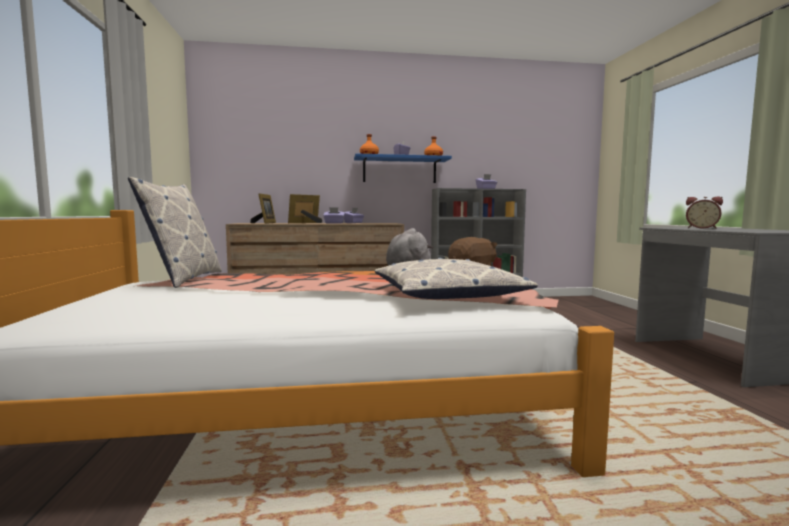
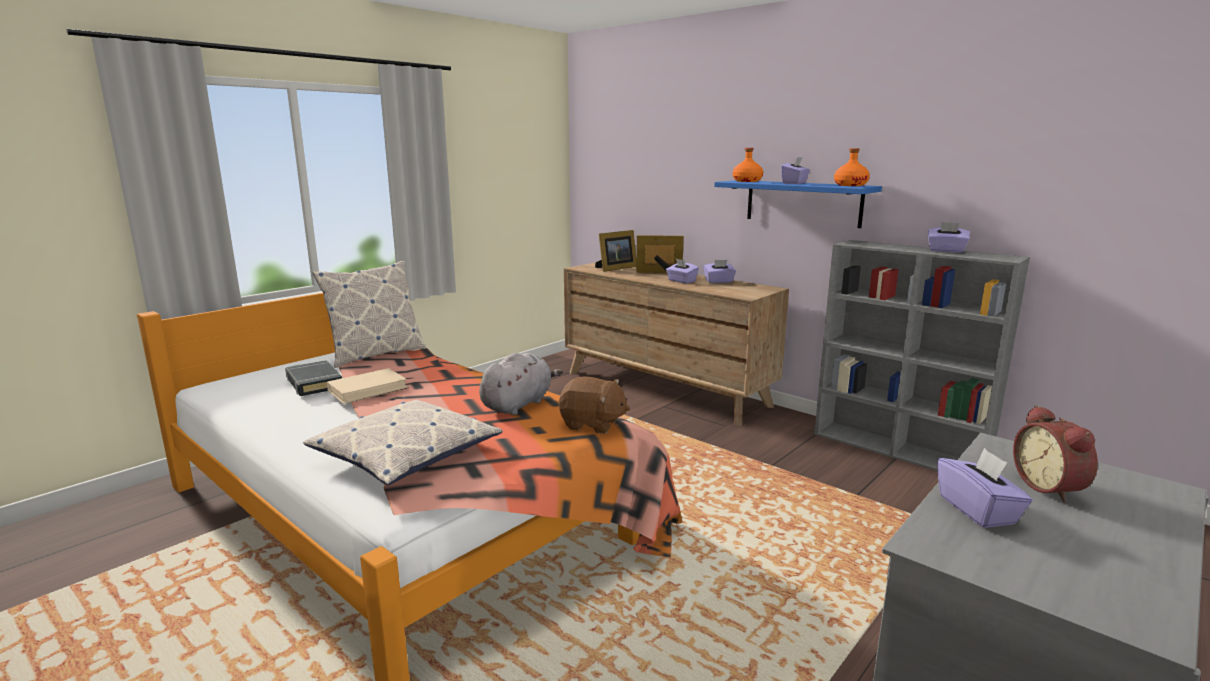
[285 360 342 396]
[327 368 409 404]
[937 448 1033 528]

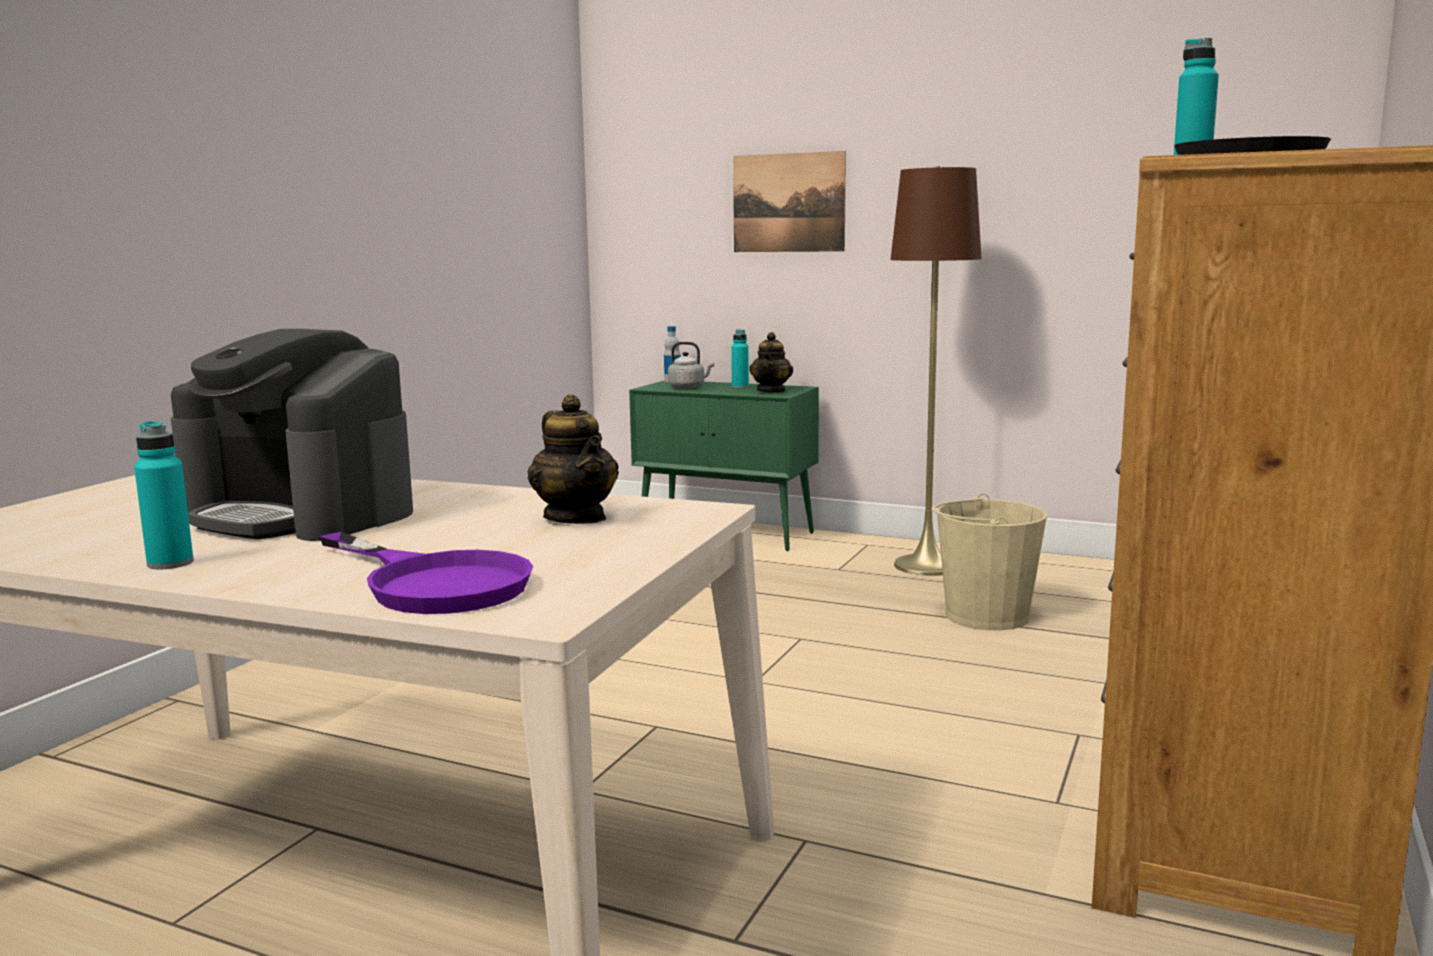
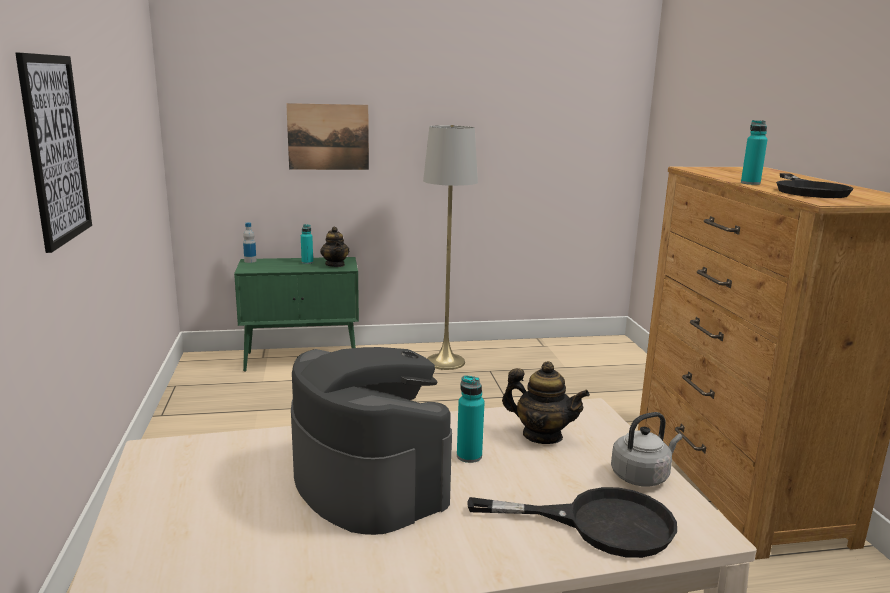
[457 375 485 463]
[291 347 452 535]
[467 487 677 558]
[611 412 682 487]
[423 125 478 370]
[933 493 1047 630] (first image)
[15 53 92 253]

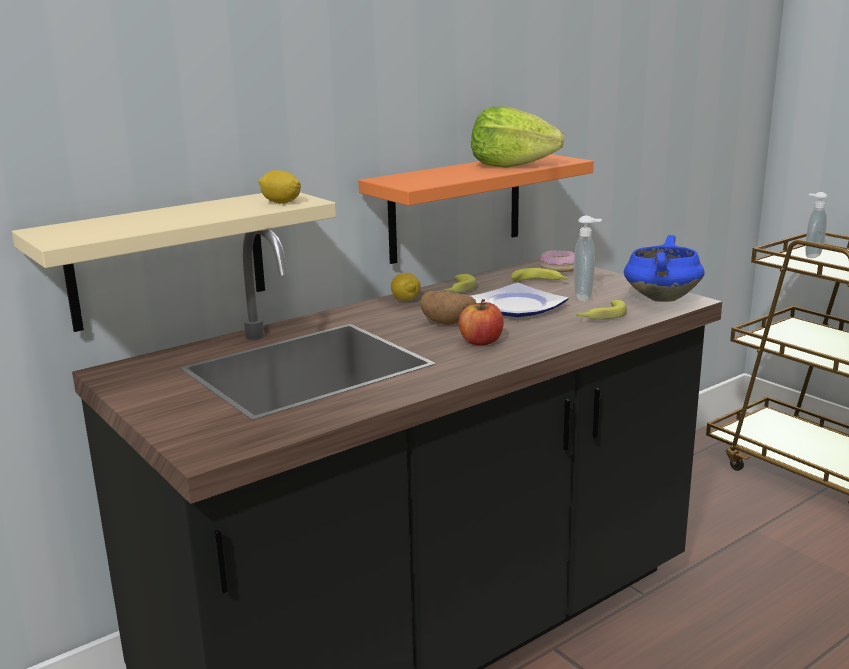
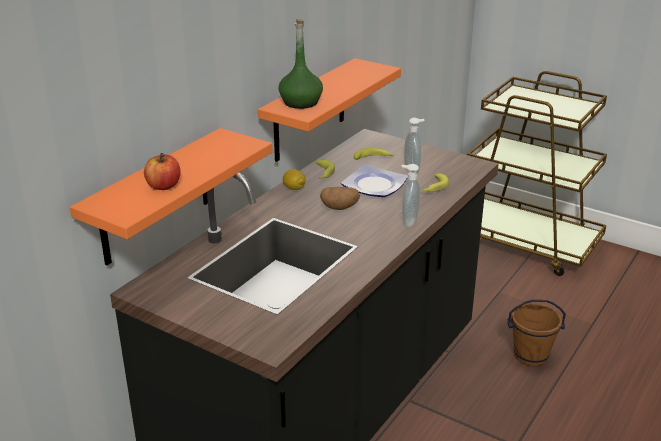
[70 128 273 266]
[258 170 301 204] (first image)
[144 153 181 190]
[471 107 564 168] (first image)
[539 250 575 272] (first image)
[624 235 704 302] (first image)
[401 164 420 227]
[279 19 323 109]
[507 299 566 366]

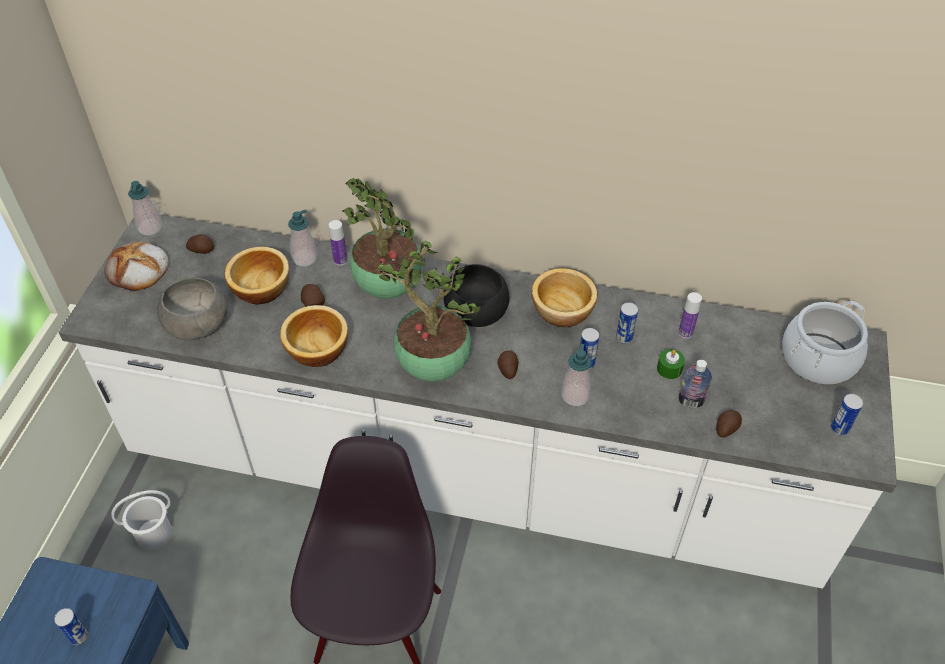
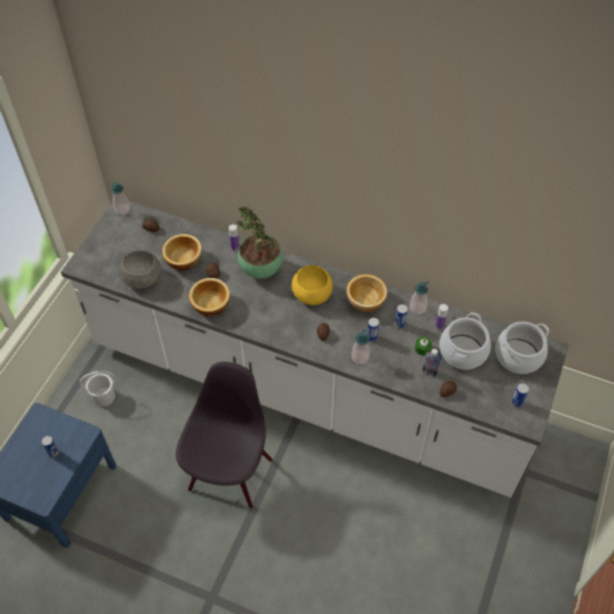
[104 242 169 291] (first image)
[409 281 429 315]
[378 241 482 382] (first image)
[292 265 333 305]
[439 312 491 370]

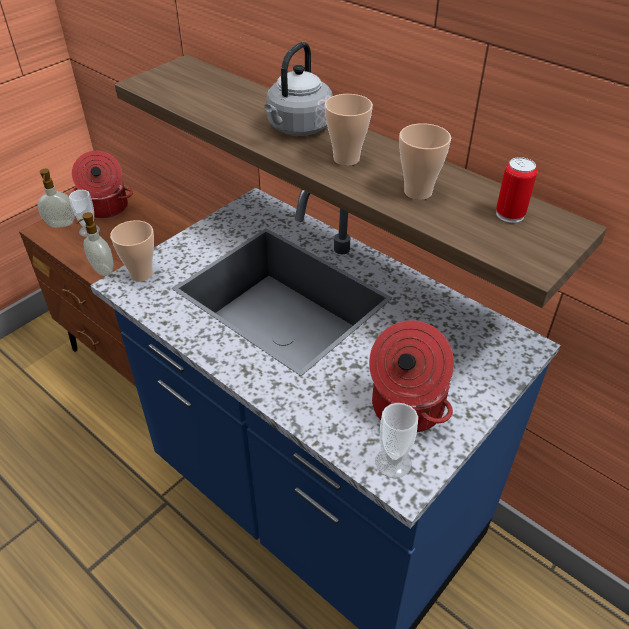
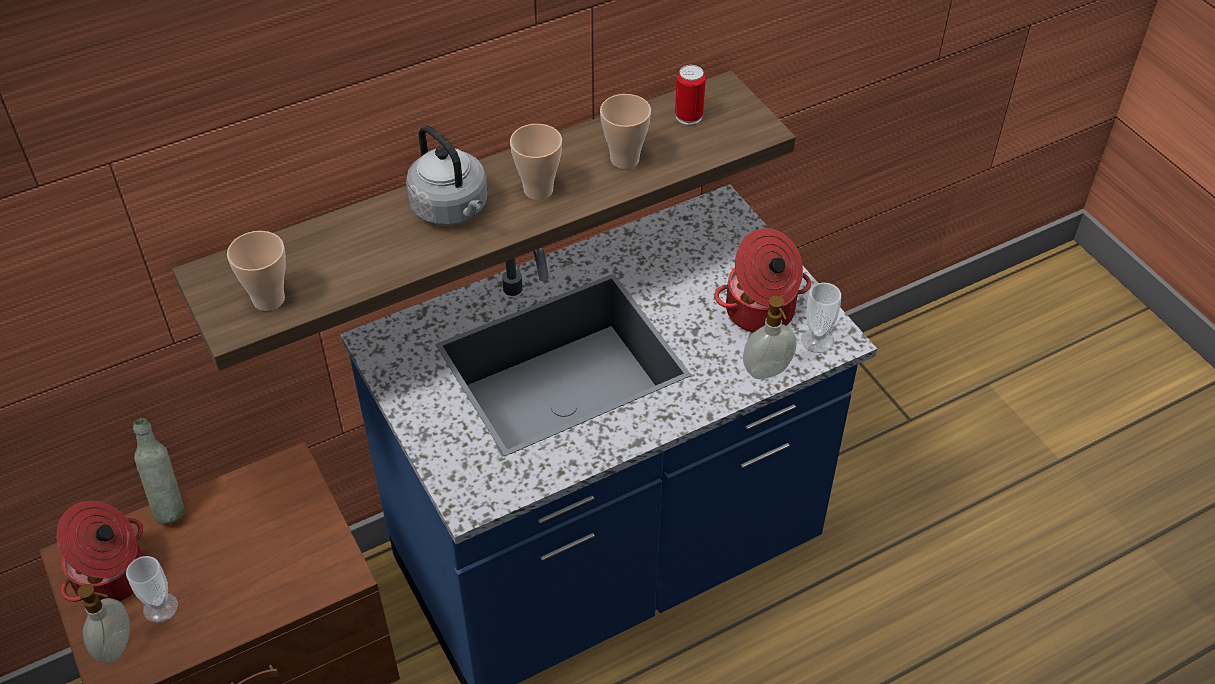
[743 296 796 379]
[227 231 286 311]
[133 418 184 524]

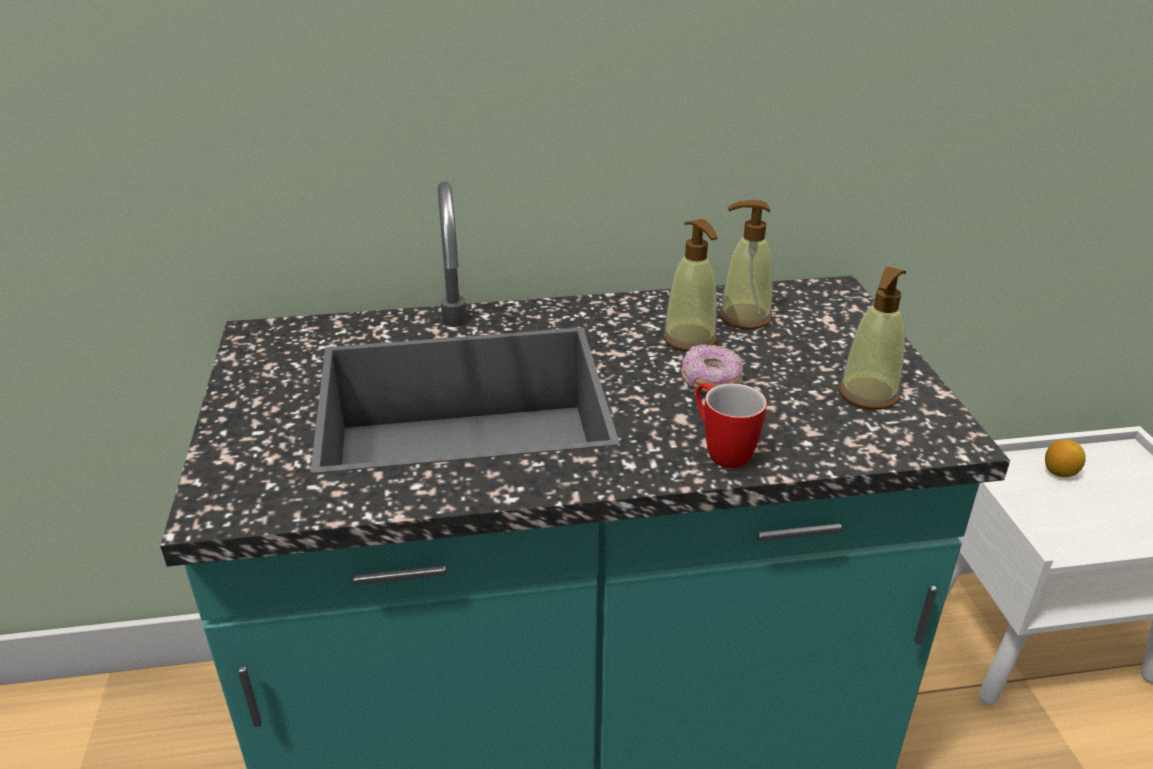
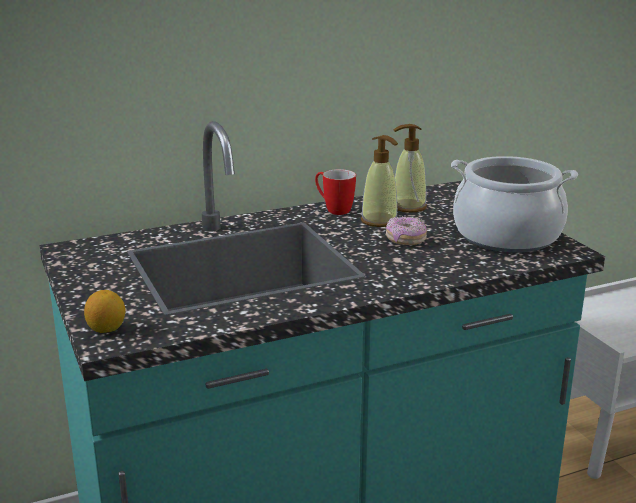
[315 169 356 215]
[451 156 578 253]
[84 290 125 333]

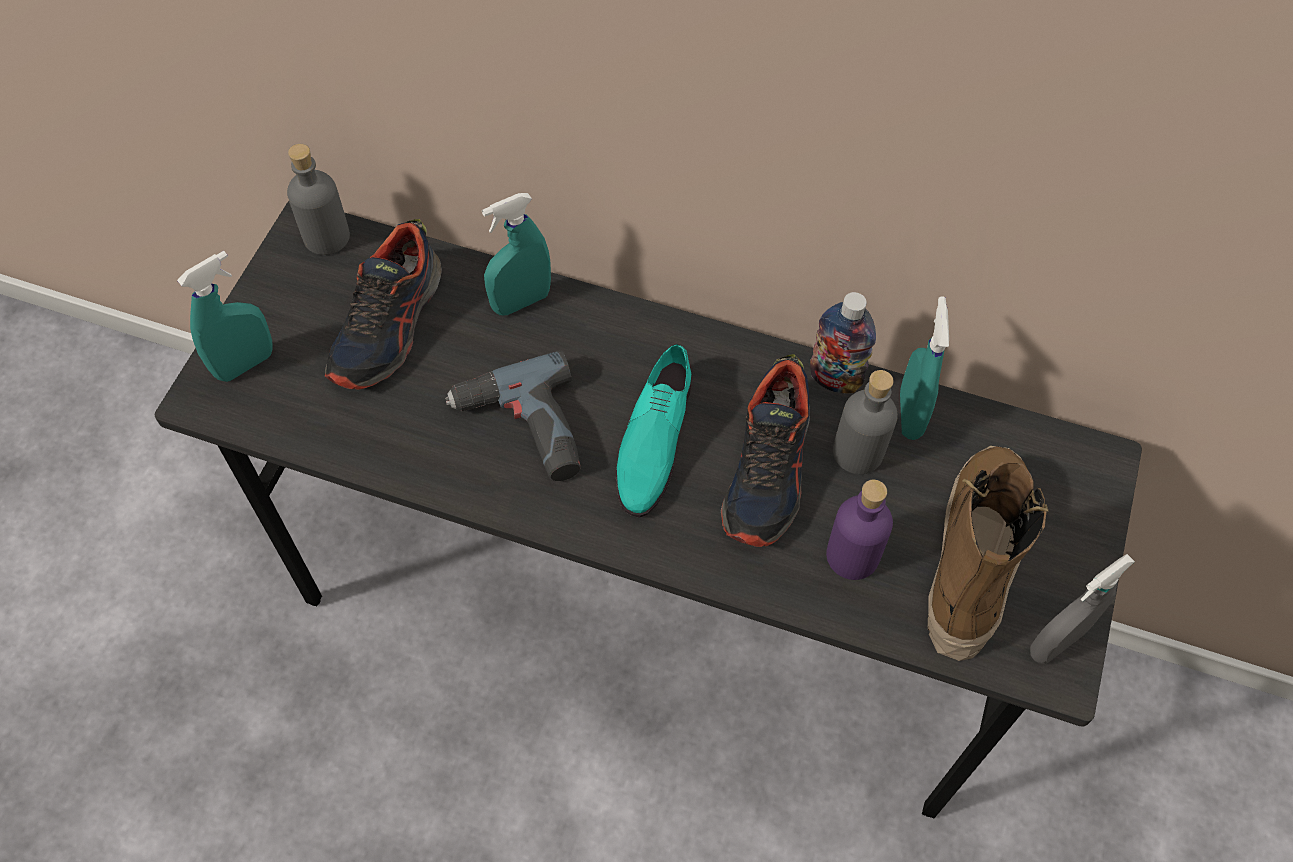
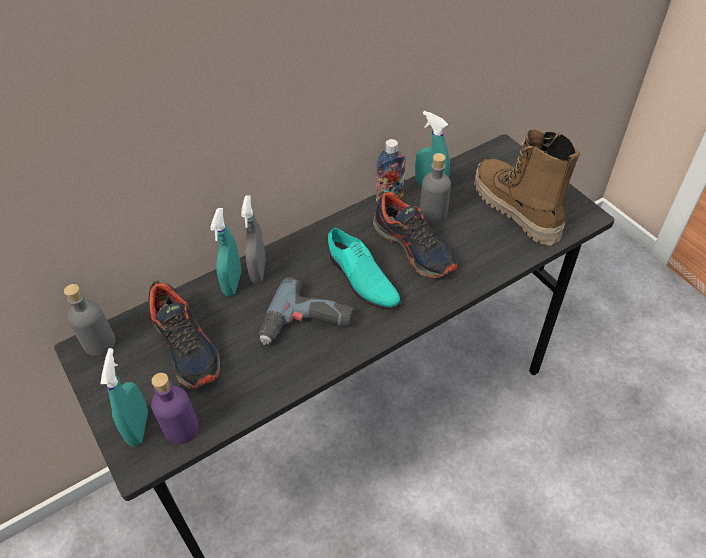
[151 373 199 444]
[241 195 266 284]

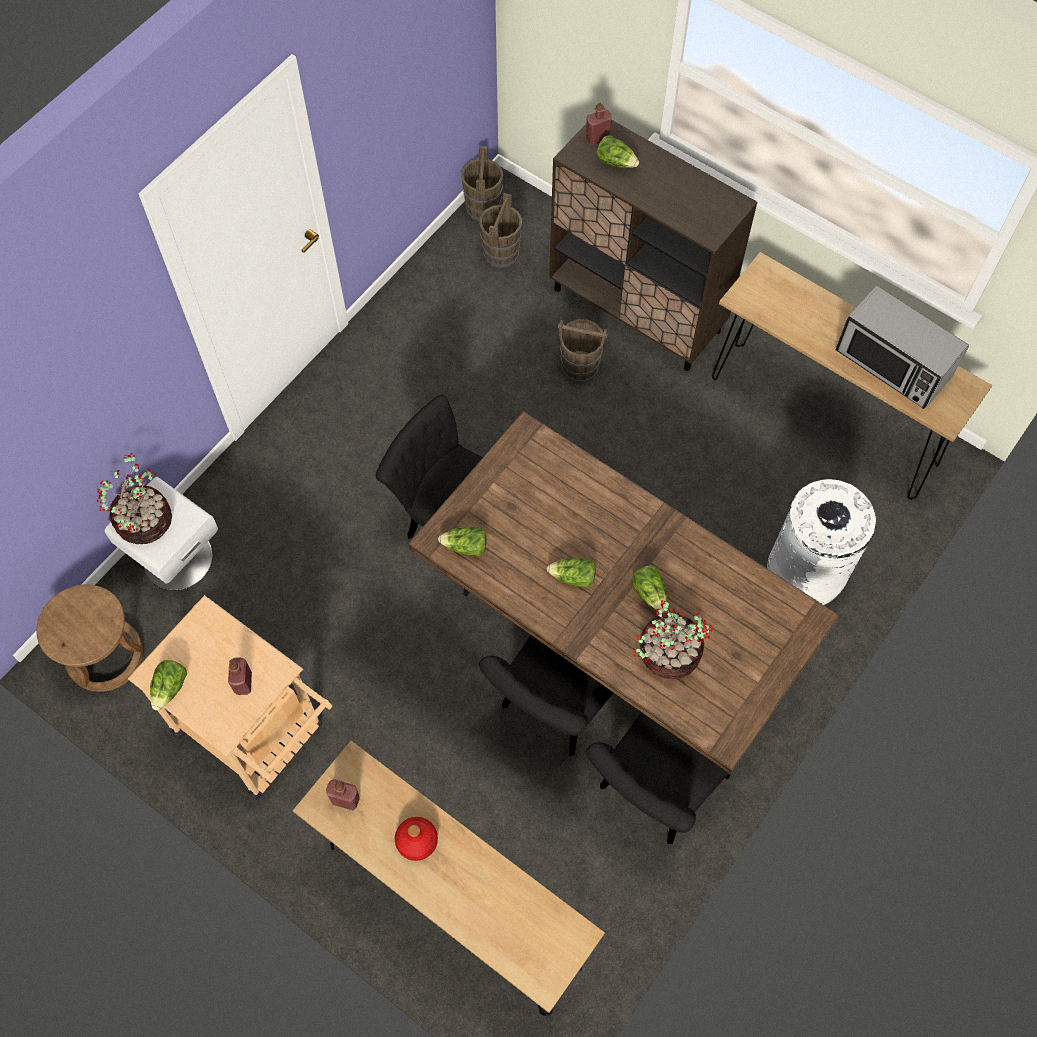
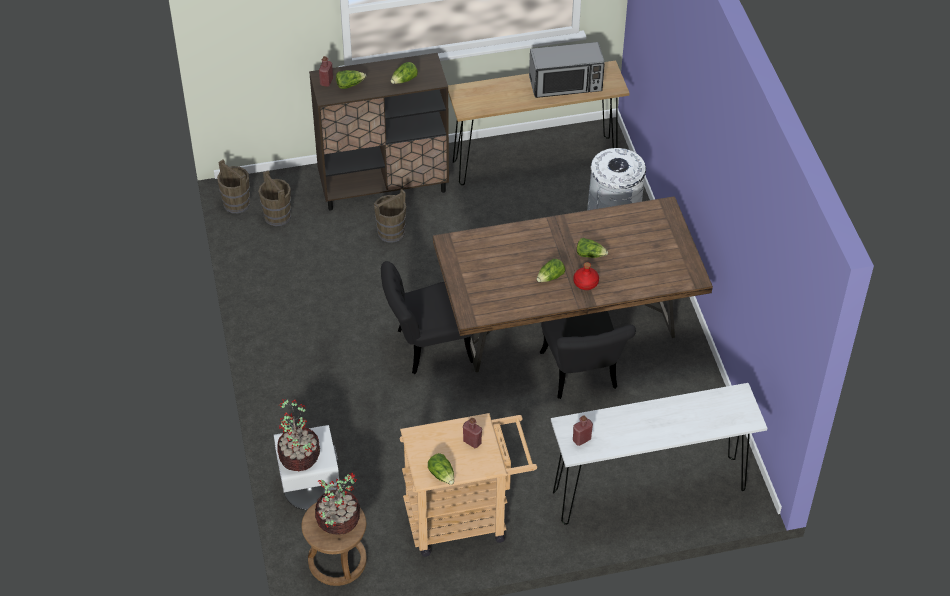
[551 383 767 525]
[573 262 599 290]
[391 62 418 84]
[586 712 730 844] (first image)
[315 473 360 535]

